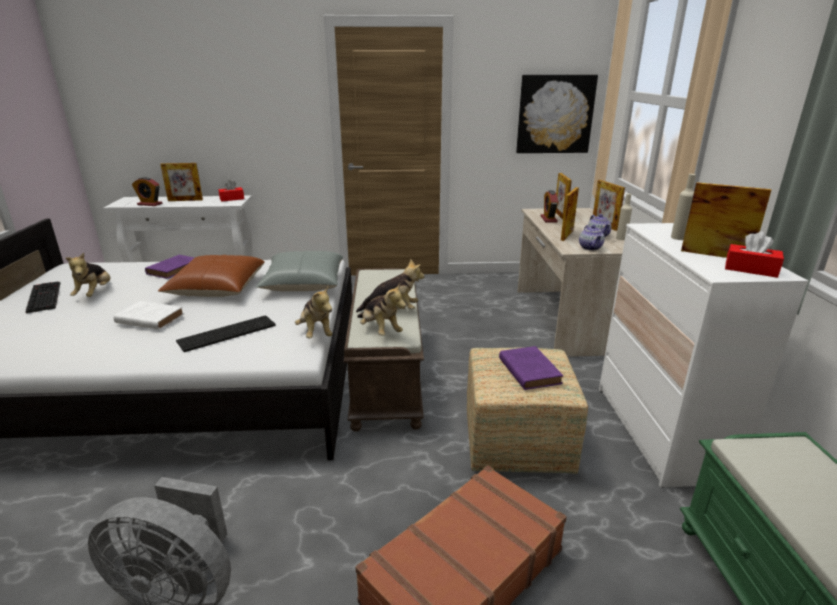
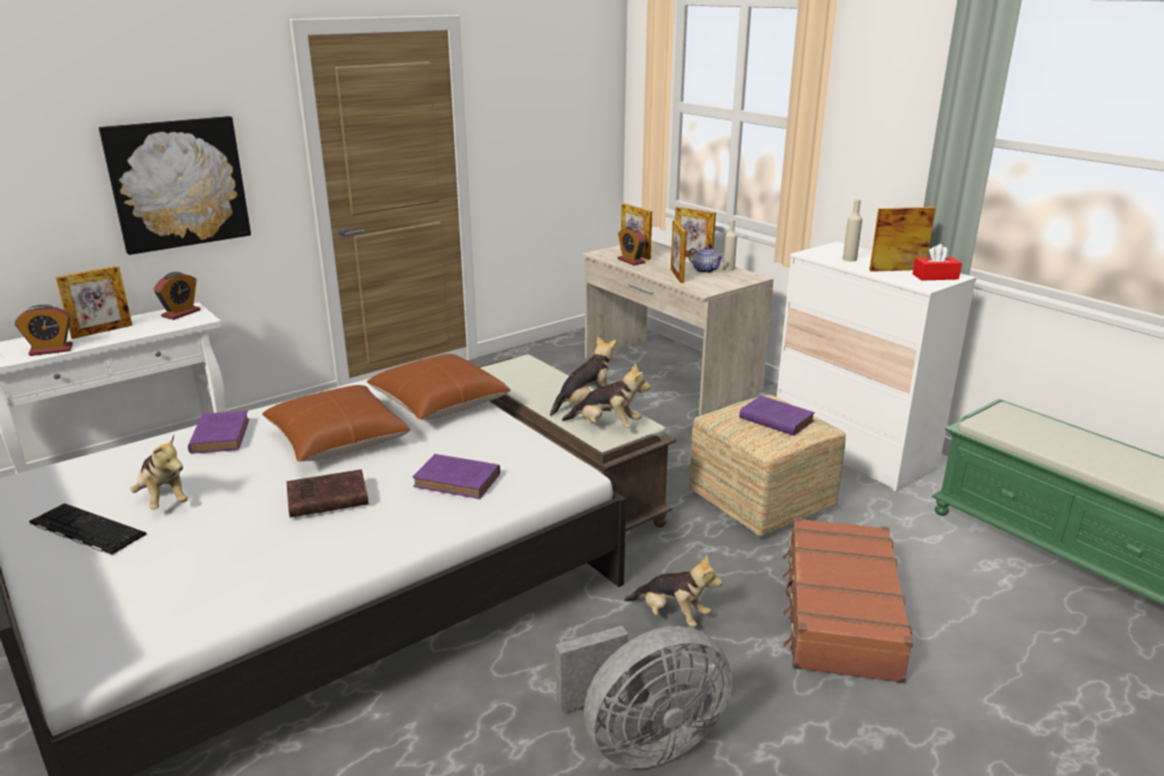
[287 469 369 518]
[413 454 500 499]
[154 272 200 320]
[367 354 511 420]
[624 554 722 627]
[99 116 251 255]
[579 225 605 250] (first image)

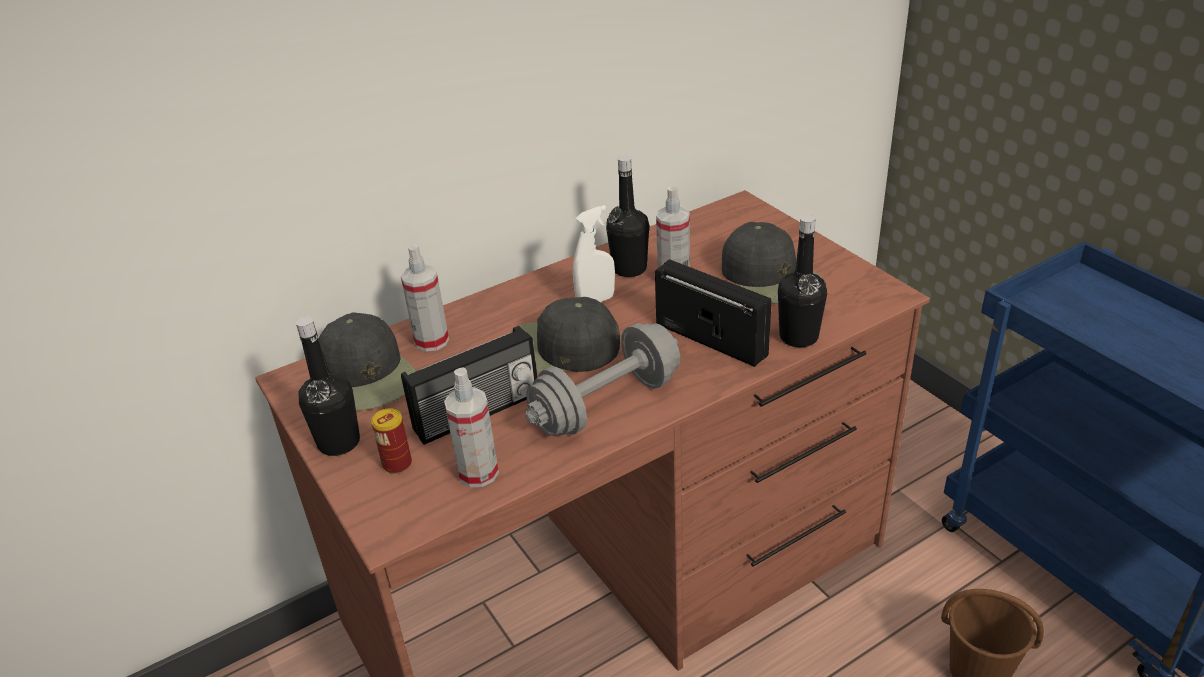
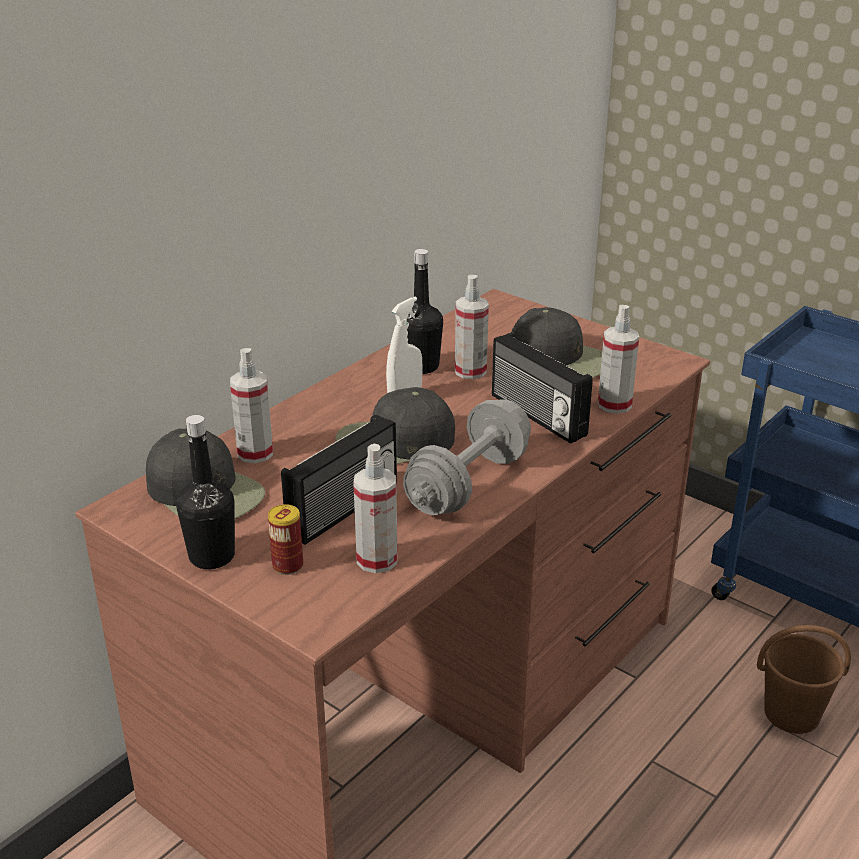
[492 332 593 444]
[598 305 639 414]

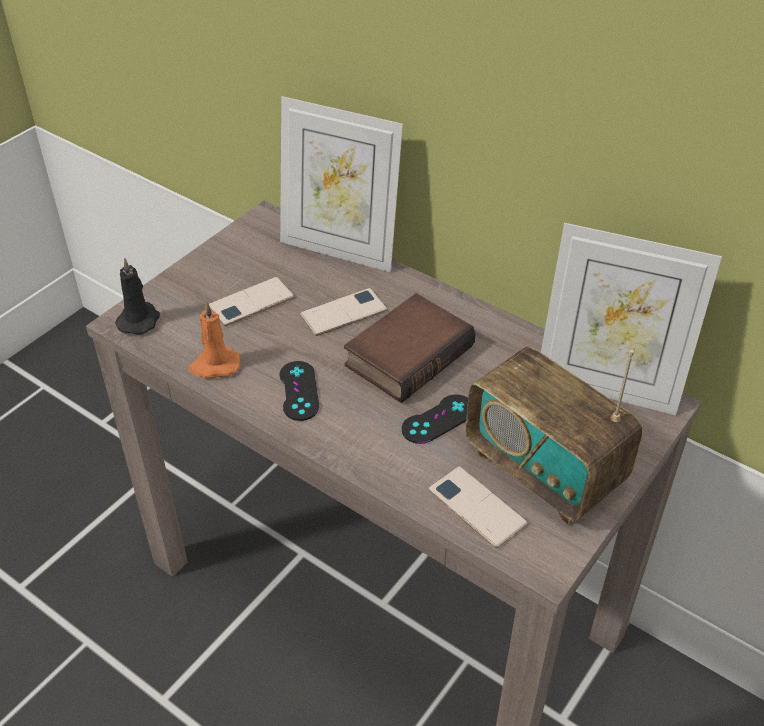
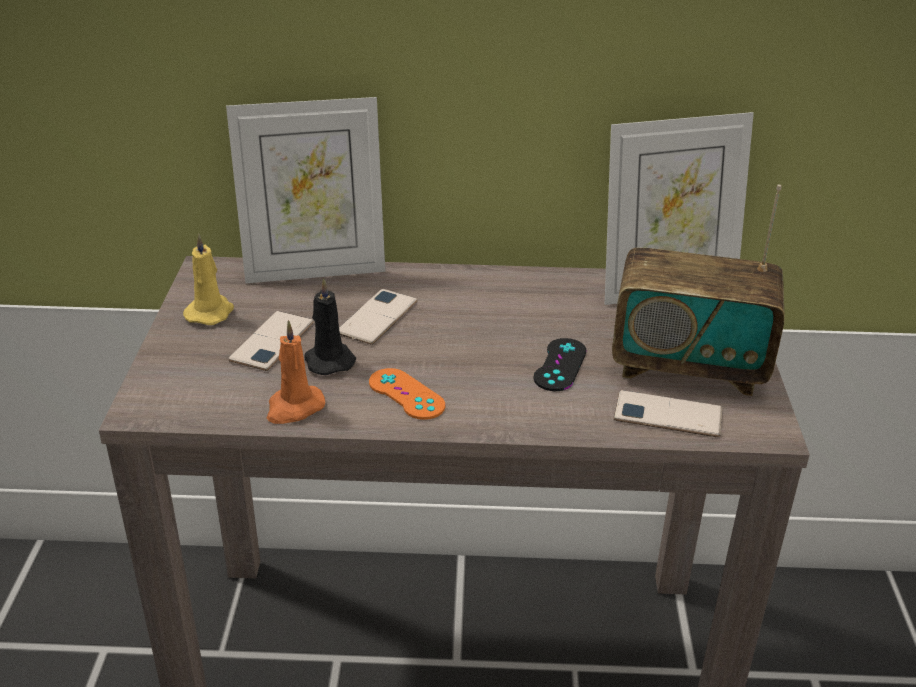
[304 278 356 375]
[369 368 446 420]
[344 293 475 403] (first image)
[183 233 234 325]

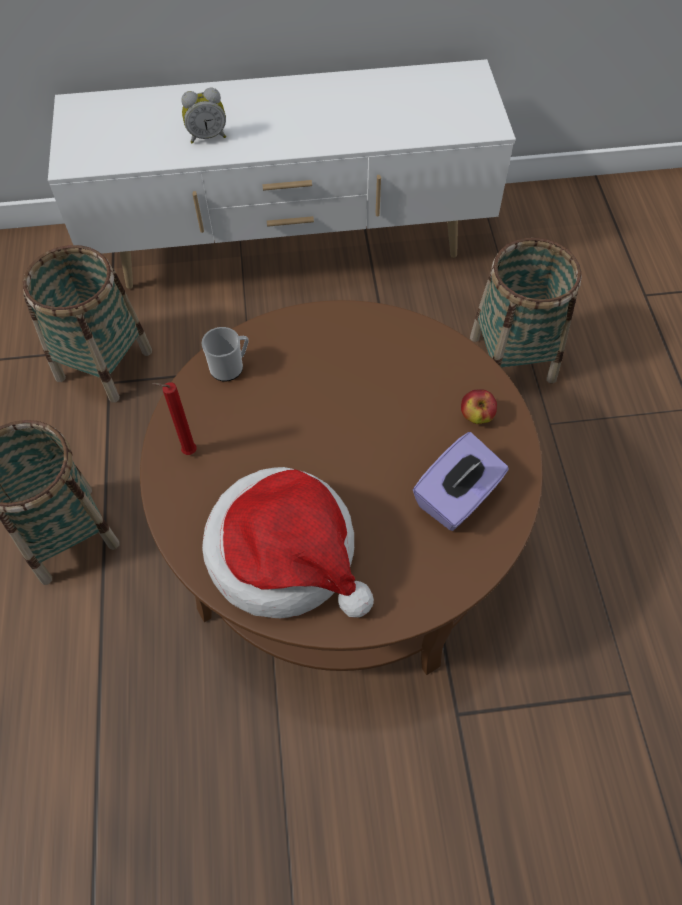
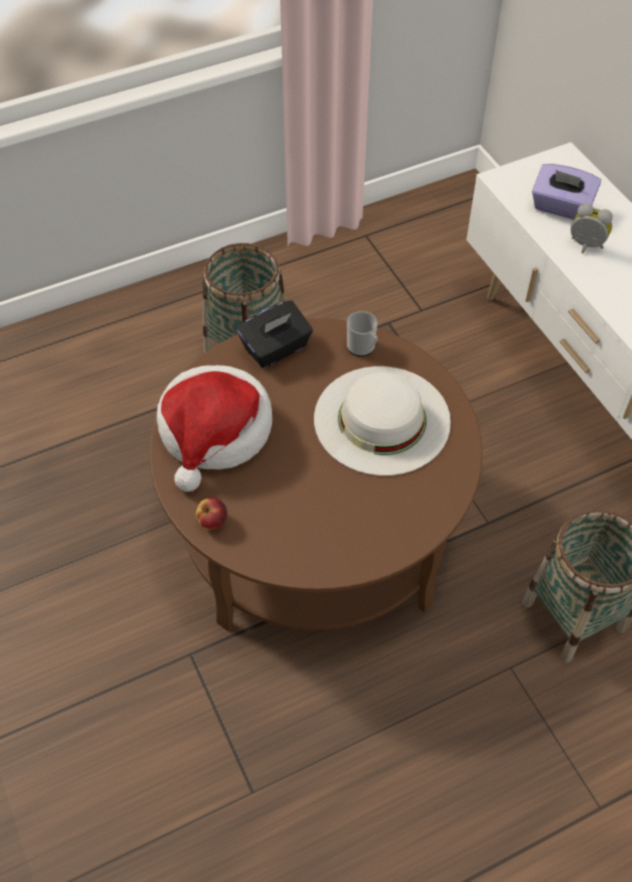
[23 245 152 403] (first image)
[237 300 313 368]
[570 203 613 253]
[532 164 601 220]
[196 498 228 530]
[314 366 451 476]

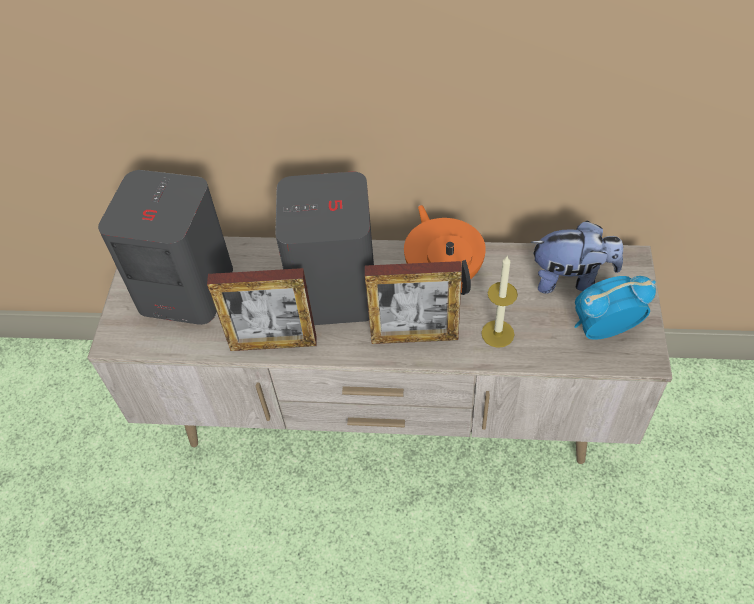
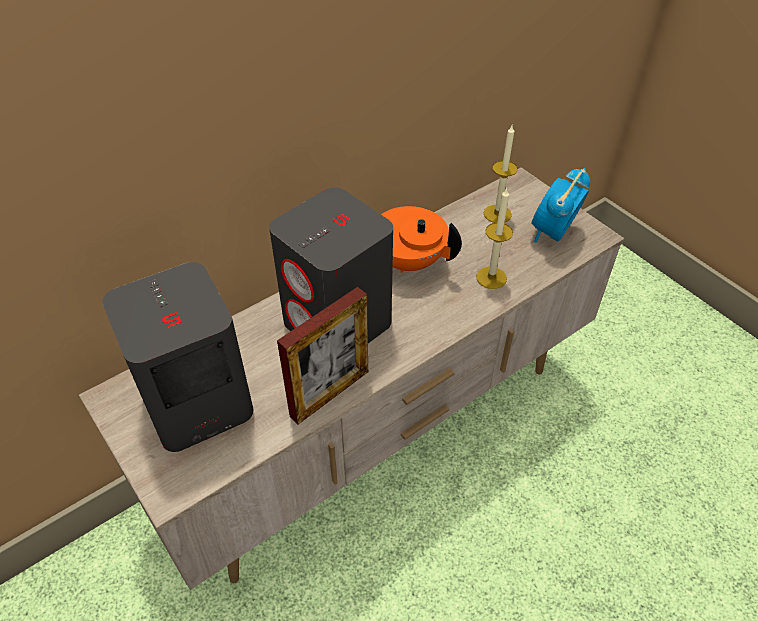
[365 261 462 344] (first image)
[484 125 518 223]

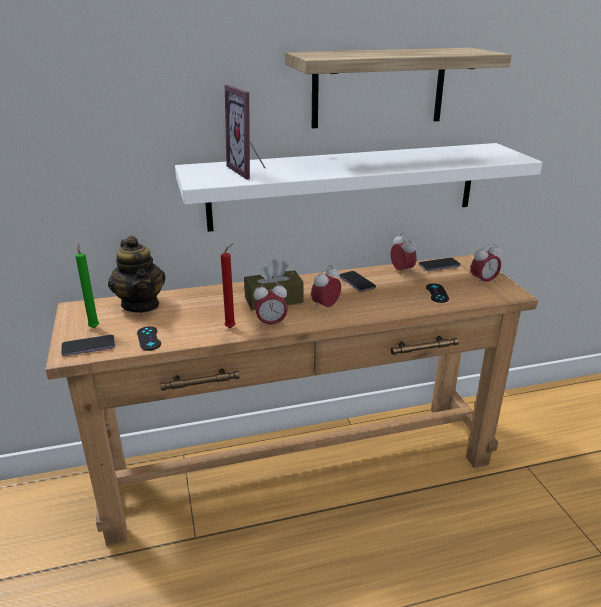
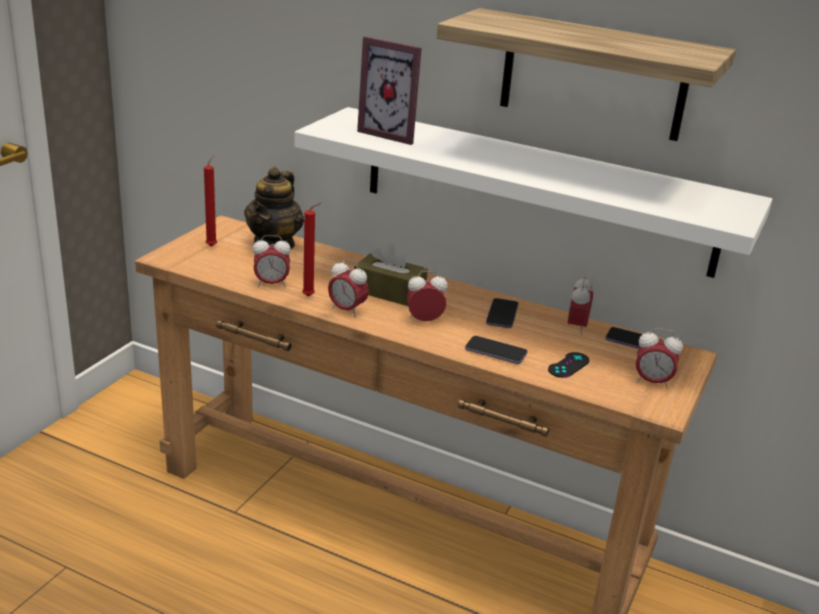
[465 336 528 364]
[204 155 217 247]
[137 326 161 351] (first image)
[357 36 422 145]
[252 235 291 287]

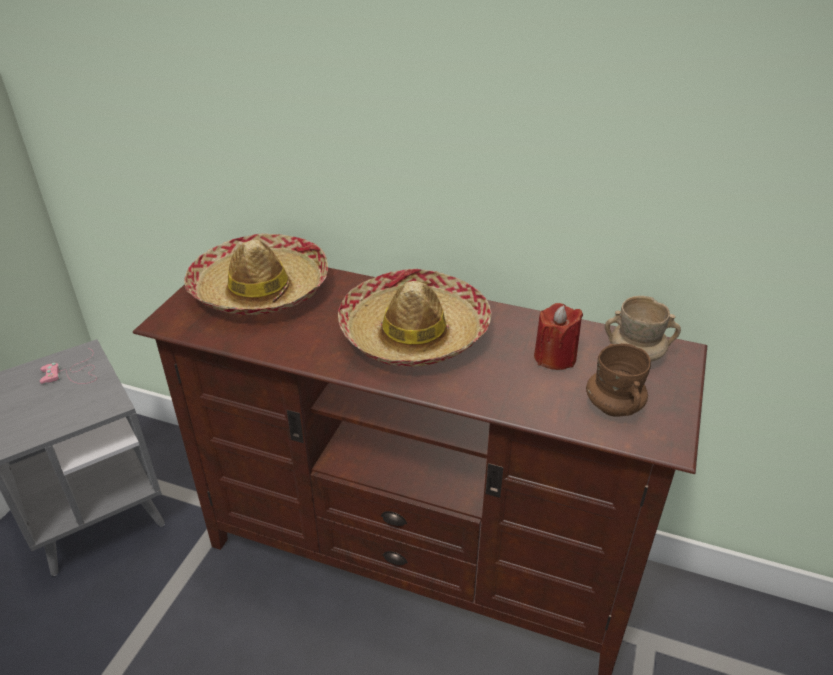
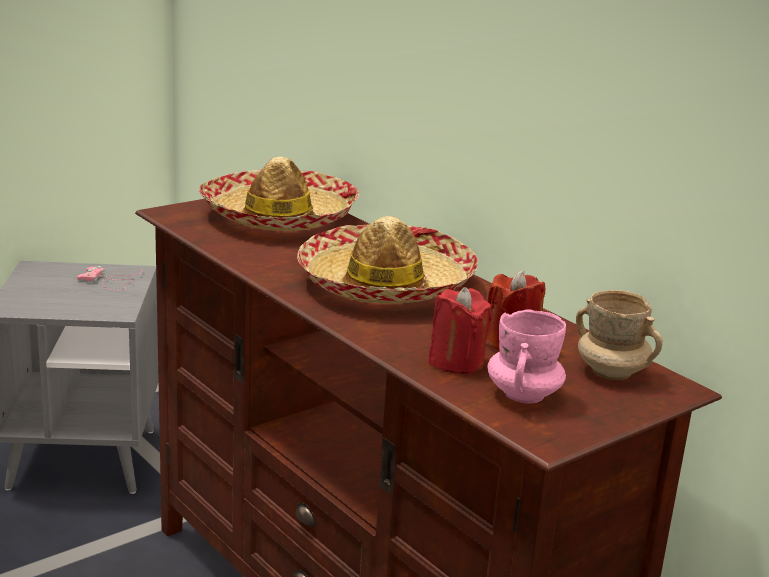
[488 309 566 404]
[428 287 492 374]

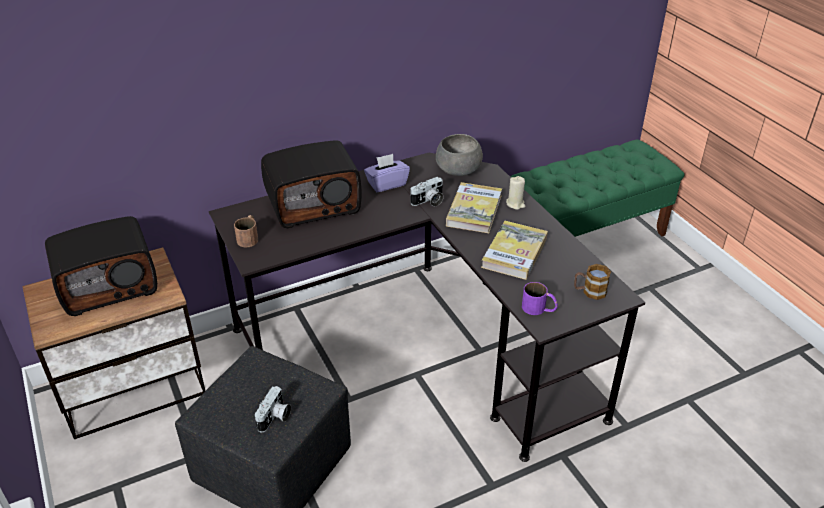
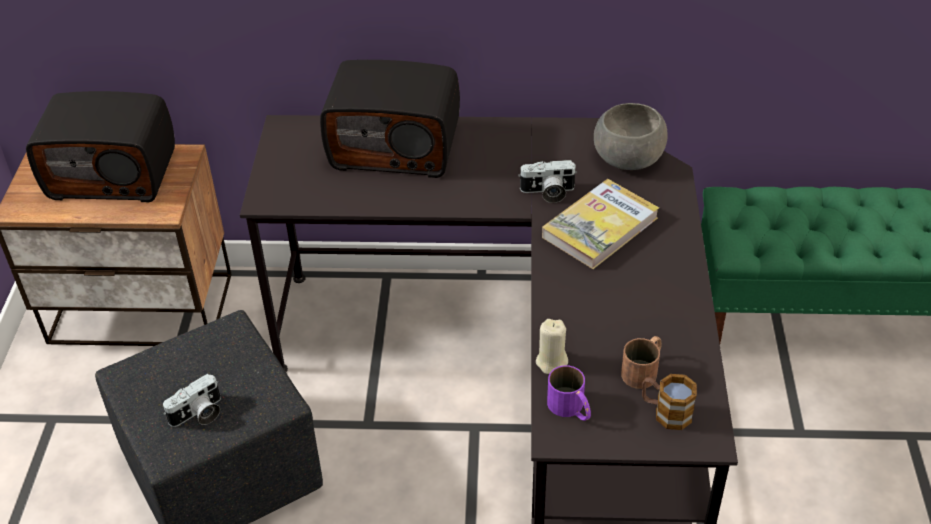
[621 336 662 389]
[364 154 410 192] (first image)
[481 221 548 280] (first image)
[536 319 568 374]

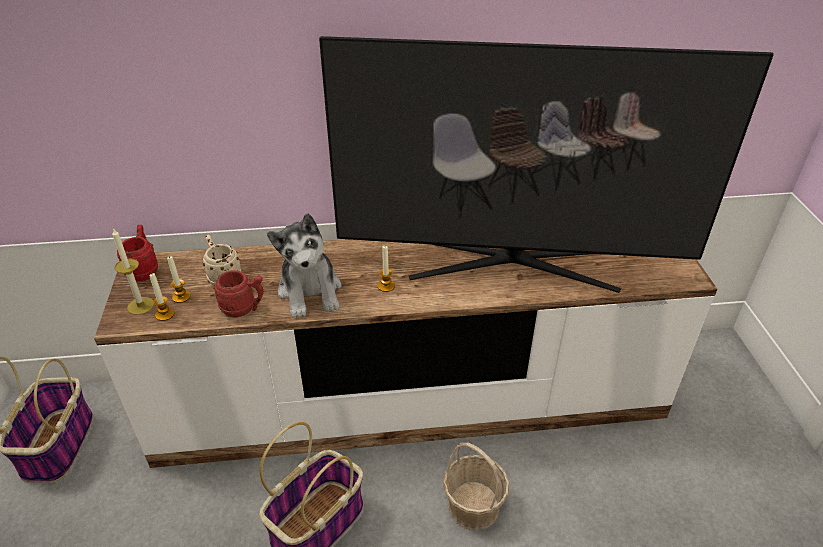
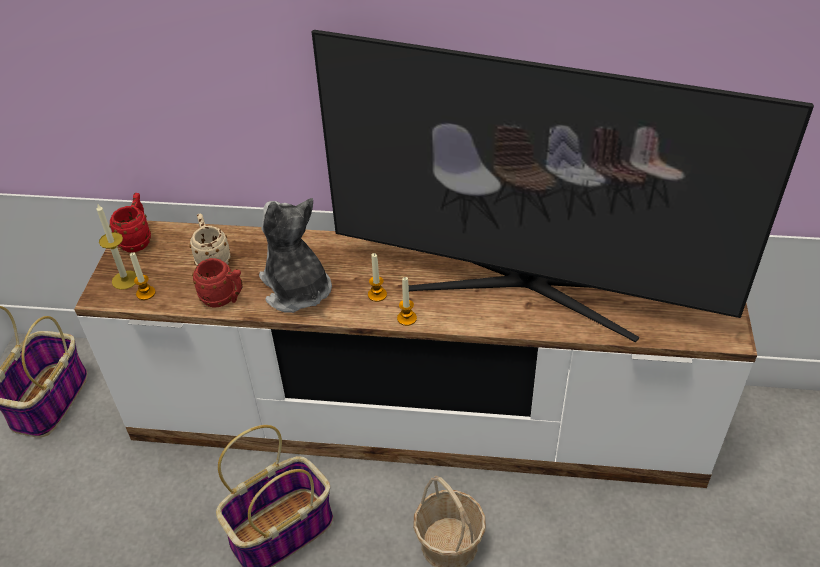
[397 277 417 326]
[259 198 332 313]

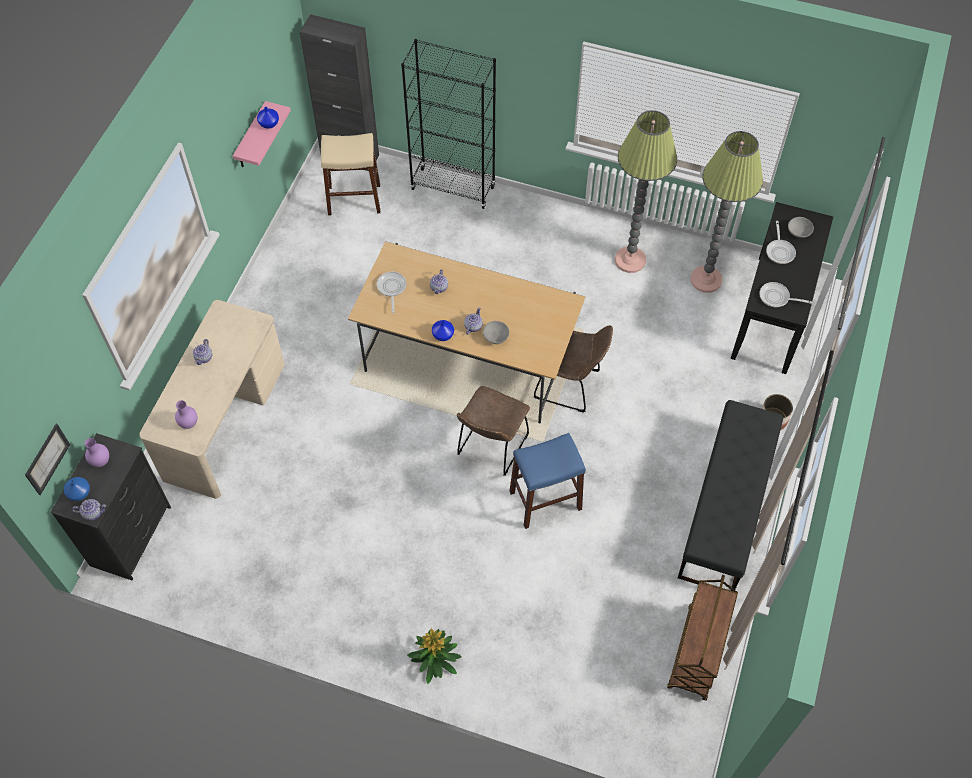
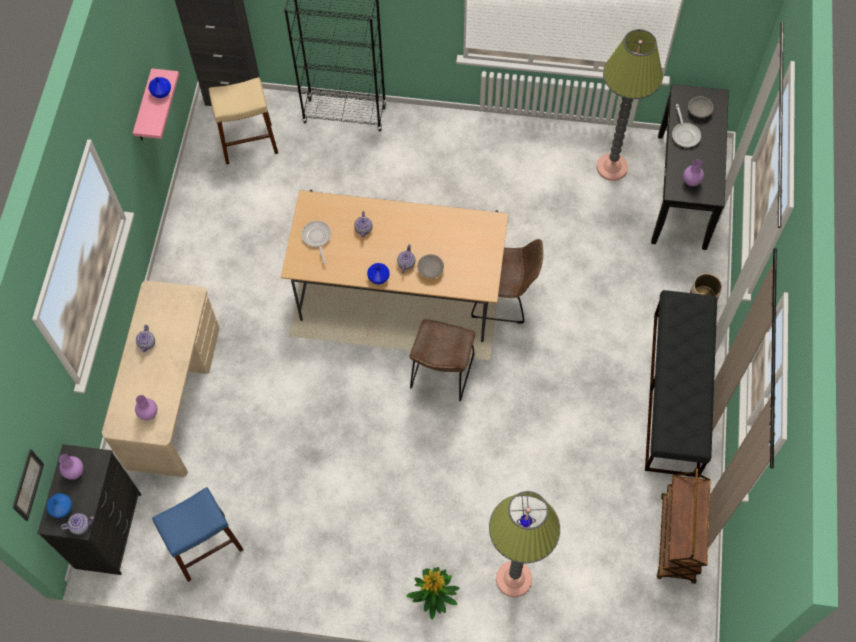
[152 487 244 582]
[489 491 560 597]
[683 159 704 186]

